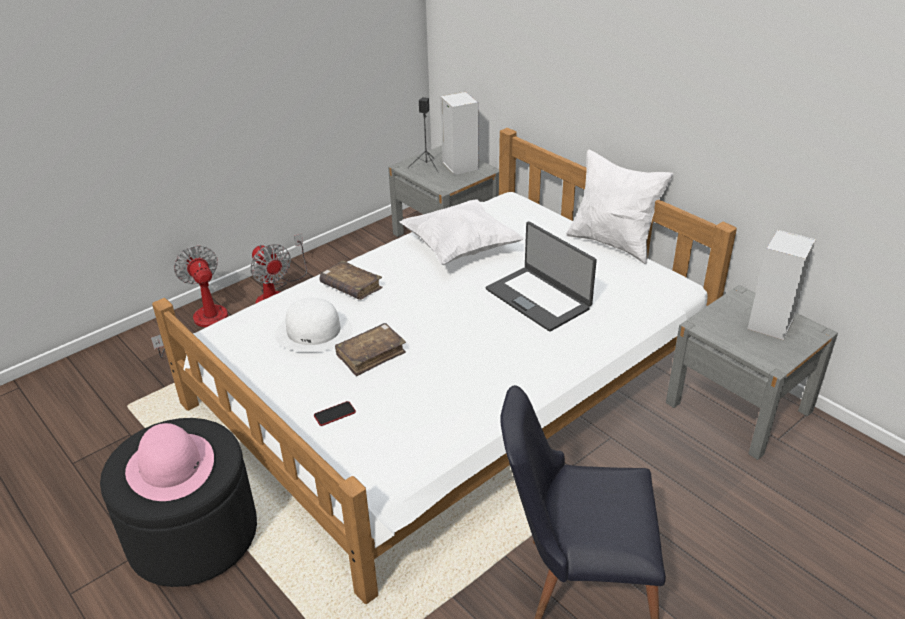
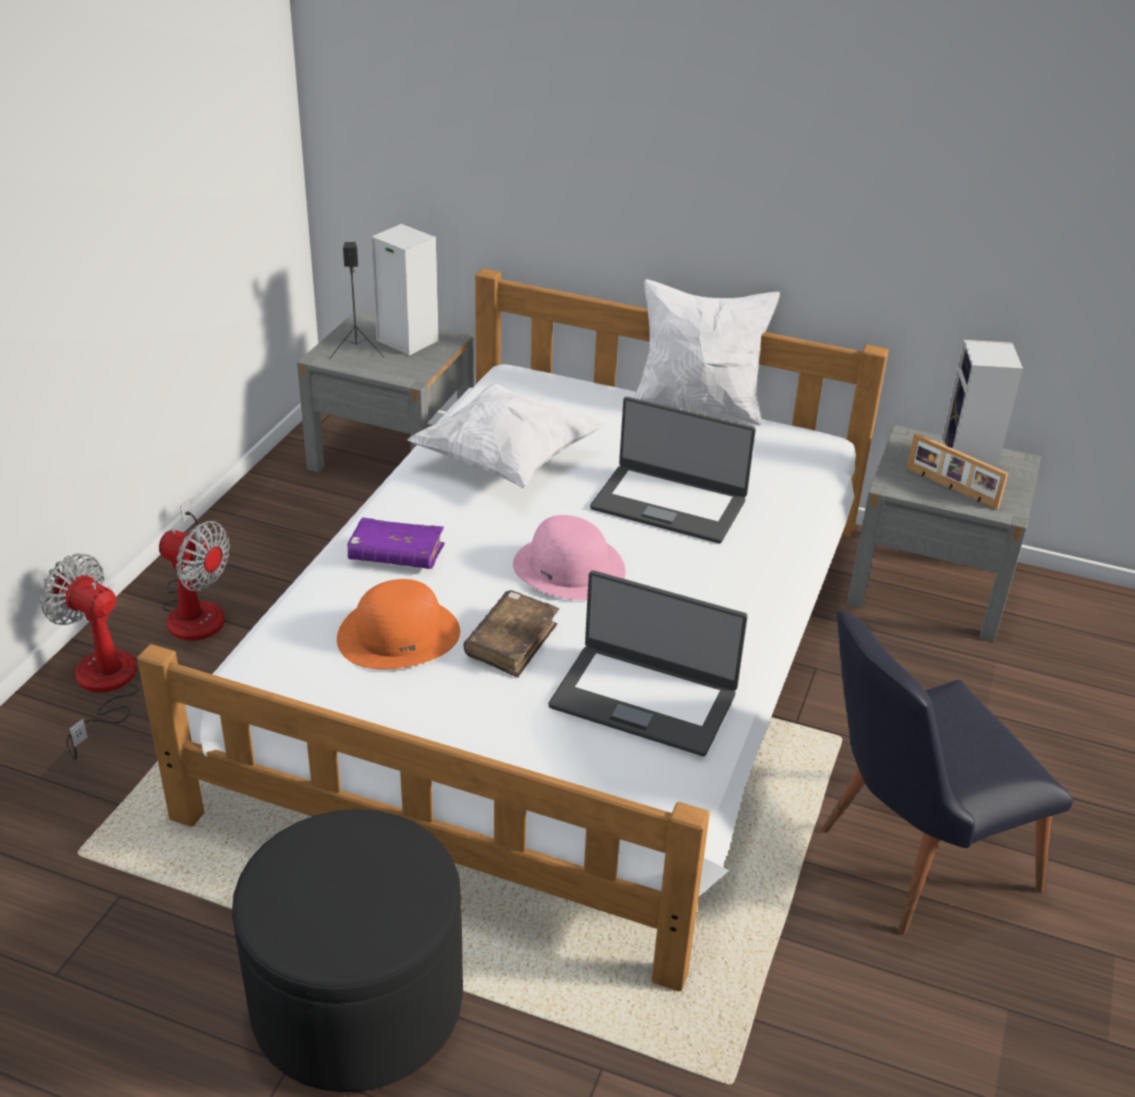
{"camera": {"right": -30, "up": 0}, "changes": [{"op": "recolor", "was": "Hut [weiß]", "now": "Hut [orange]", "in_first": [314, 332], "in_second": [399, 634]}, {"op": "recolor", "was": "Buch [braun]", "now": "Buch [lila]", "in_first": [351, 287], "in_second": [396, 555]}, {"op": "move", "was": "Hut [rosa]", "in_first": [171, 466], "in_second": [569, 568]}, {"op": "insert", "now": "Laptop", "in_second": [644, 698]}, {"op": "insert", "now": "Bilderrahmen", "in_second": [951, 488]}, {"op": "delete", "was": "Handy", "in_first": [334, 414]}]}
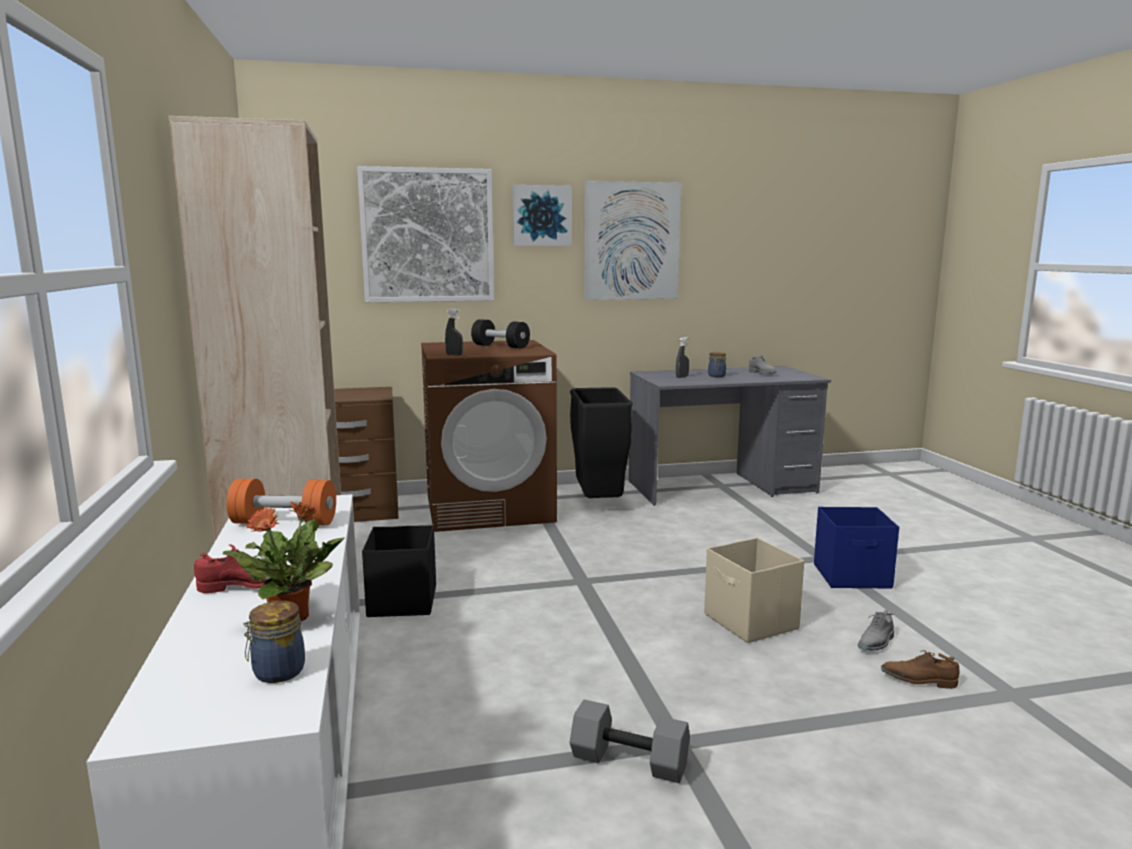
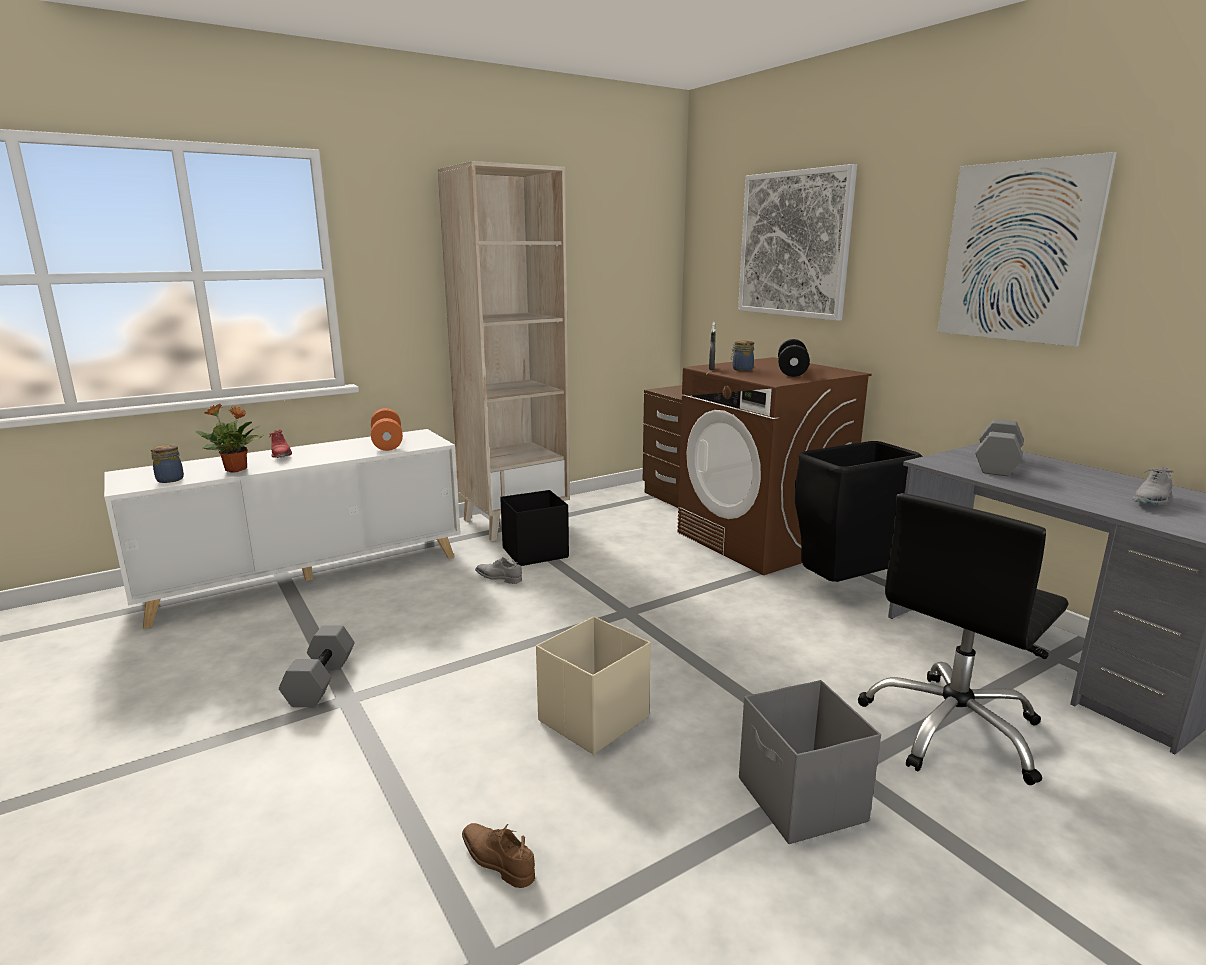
{"camera": {"right": 70, "up": 5}, "changes": [{"op": "rotate", "was": "Schuh [braun]", "in_first": [918, 681], "in_second": [497, 861], "clockwise": -45}, {"op": "move", "was": "Schuh [grau]", "in_first": [876, 643], "in_second": [498, 578]}, {"op": "move", "was": "Vorratsglas", "in_first": [716, 376], "in_second": [741, 369]}, {"op": "recolor", "was": "Aufbewahrungsbox [blau]", "now": "Aufbewahrungsbox [grau]", "in_first": [853, 576], "in_second": [801, 801]}, {"op": "insert", "now": "Bürostuhl [schwarz]", "in_second": [952, 729]}, {"op": "replace", "was": "Sprühflasche [grau]", "now": "Hantel [grau]", "in_first": [682, 377], "in_second": [998, 464]}, {"op": "delete", "was": "Bild", "in_first": [541, 215]}]}
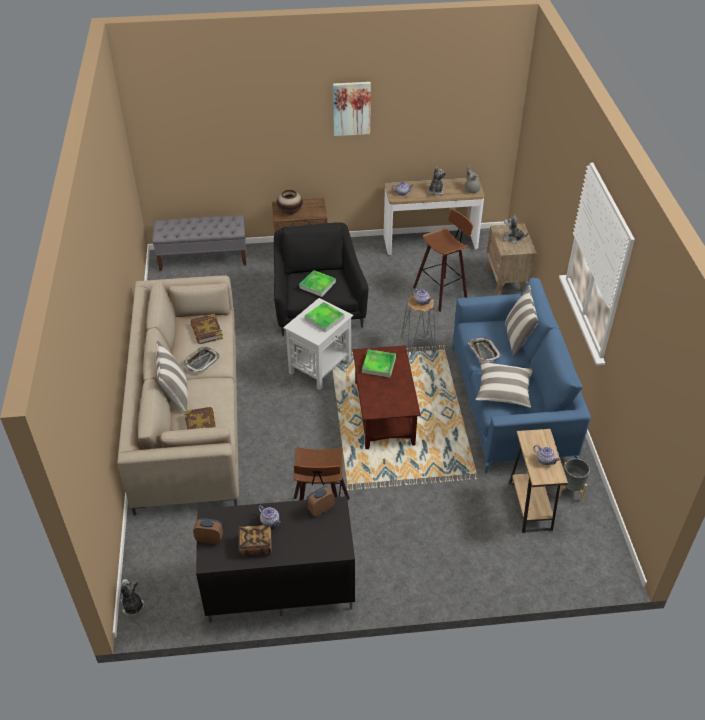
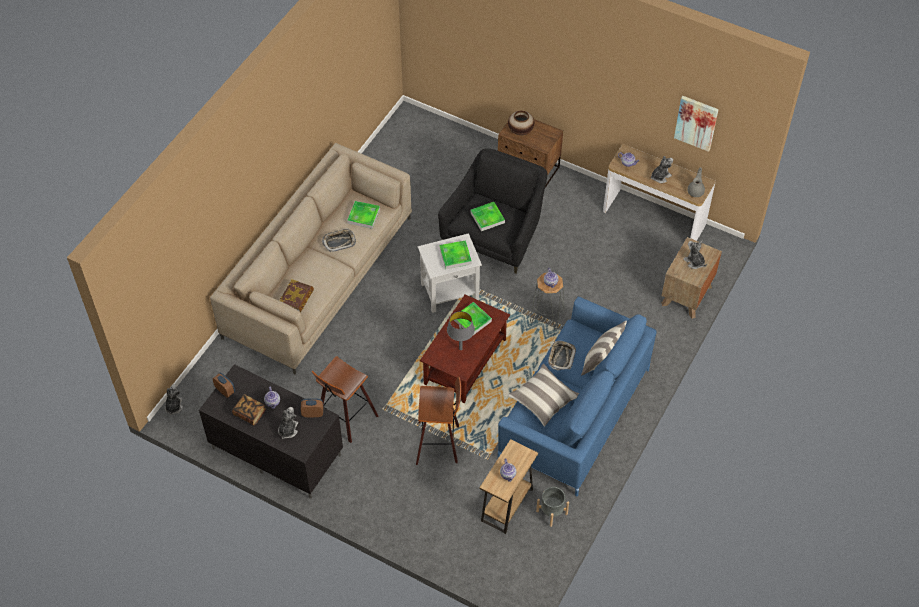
{"camera": {"right": 35, "up": 10}, "changes": [{"op": "insert", "now": "Plüschtier", "in_second": [288, 430]}, {"op": "replace", "was": "Buch", "now": "Tablett", "in_first": [206, 331], "in_second": [363, 216]}, {"op": "move", "was": "Hocker", "in_first": [442, 292], "in_second": [439, 443]}, {"op": "insert", "now": "Tischlampe [grau]", "in_second": [460, 348]}, {"op": "move", "was": "Bild", "in_first": [351, 108], "in_second": [696, 122]}, {"op": "delete", "was": "Bank [grau]", "in_first": [203, 258]}, {"op": "delete", "was": "Kissen", "in_first": [175, 395]}]}
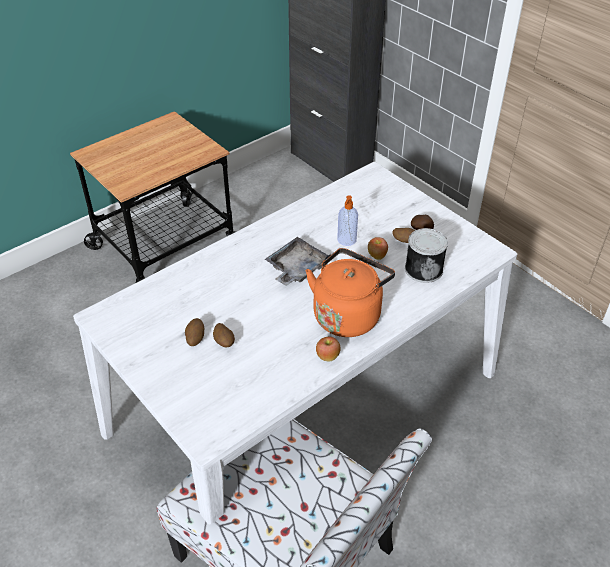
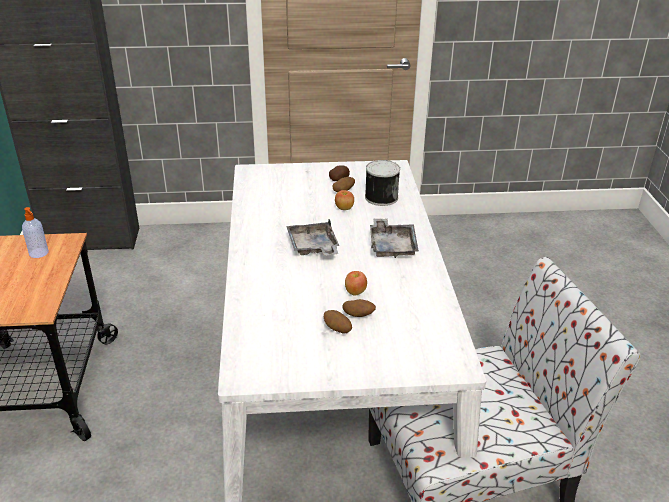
{"camera": {"right": -55, "up": -10}, "changes": [{"op": "move", "was": "Seifenspender", "in_first": [346, 240], "in_second": [39, 253]}, {"op": "move", "was": "Apfel", "in_first": [327, 357], "in_second": [355, 292]}, {"op": "replace", "was": "Wasserkessel [orange]", "now": "Tablett [grau]", "in_first": [348, 314], "in_second": [392, 246]}]}
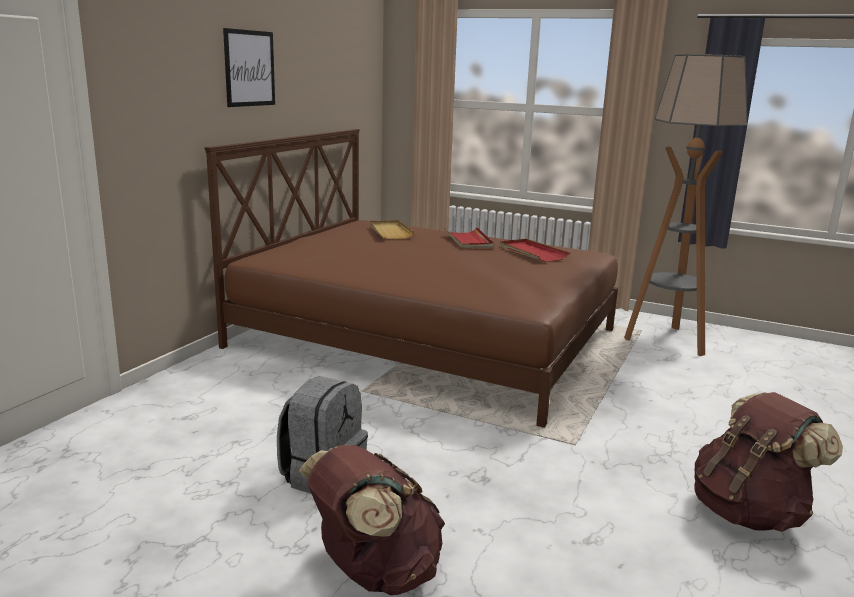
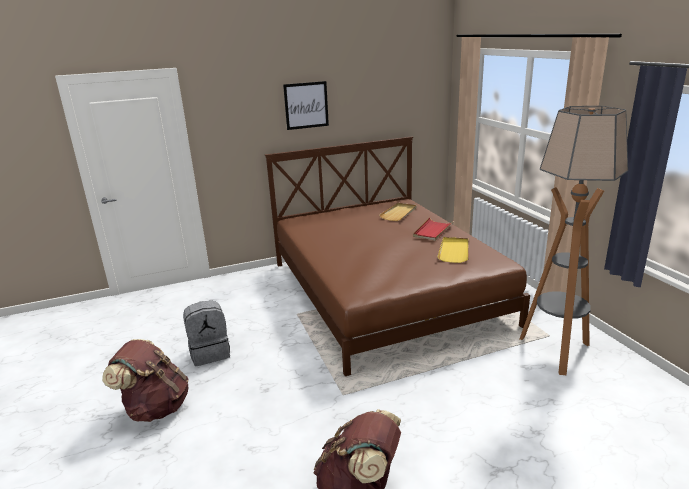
{"camera": {"right": 45, "up": 5}, "changes": [{"op": "recolor", "was": "Tablett [rot]", "now": "Tablett [gelb]", "in_first": [532, 252], "in_second": [454, 251]}]}
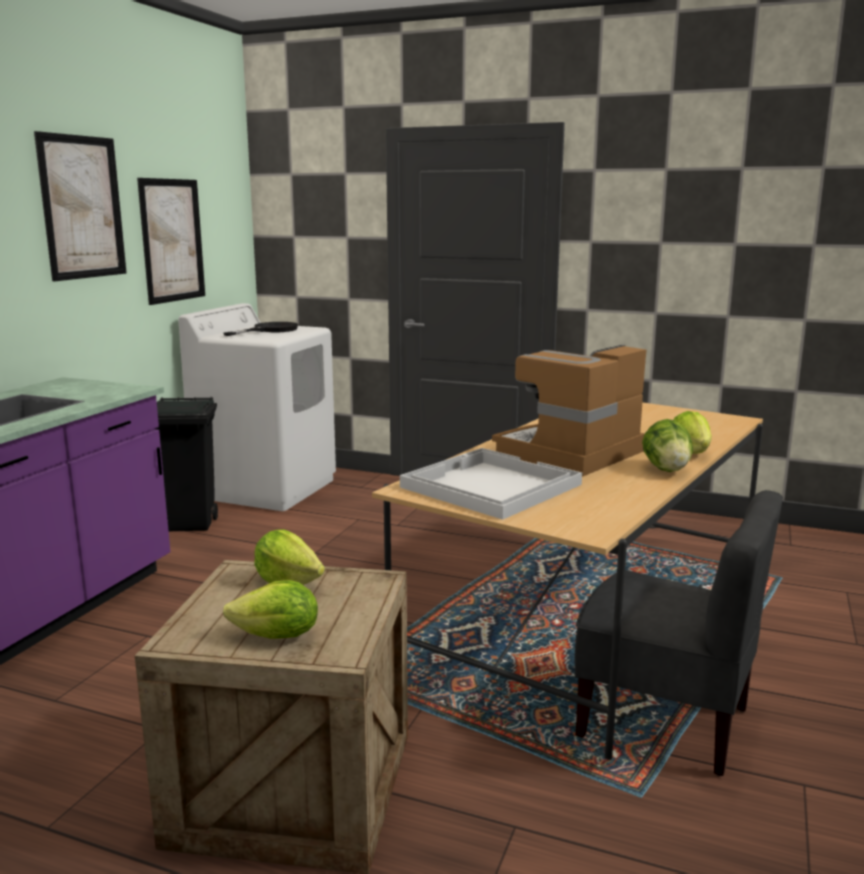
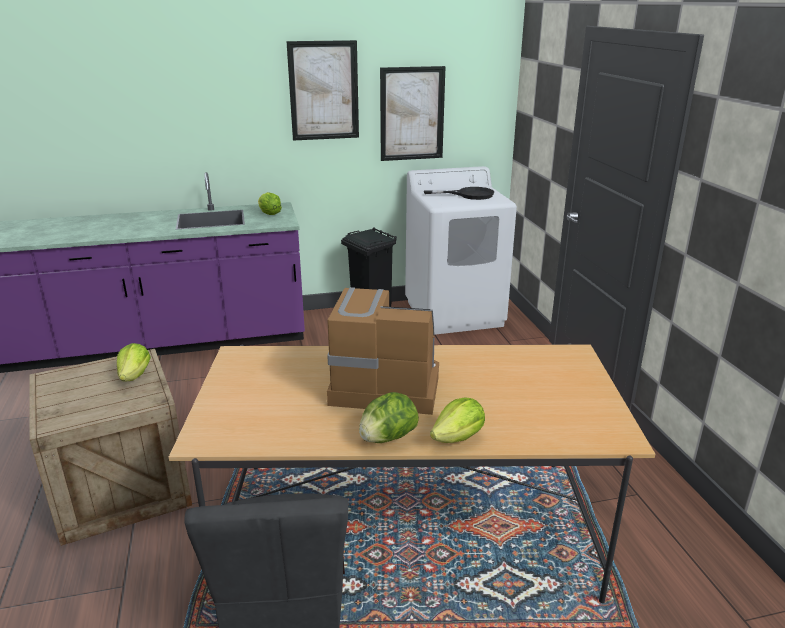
{"camera": {"right": 55, "up": 10}, "changes": [{"op": "move", "was": "Salatkopf", "in_first": [277, 637], "in_second": [269, 214]}, {"op": "delete", "was": "Tablett [weiß]", "in_first": [489, 486]}]}
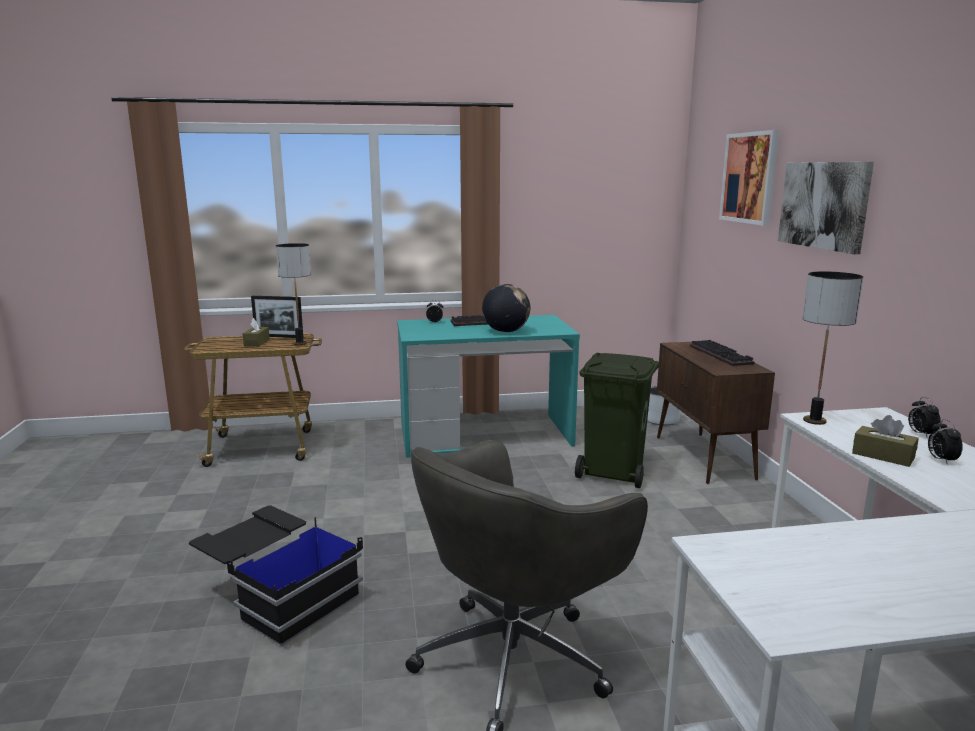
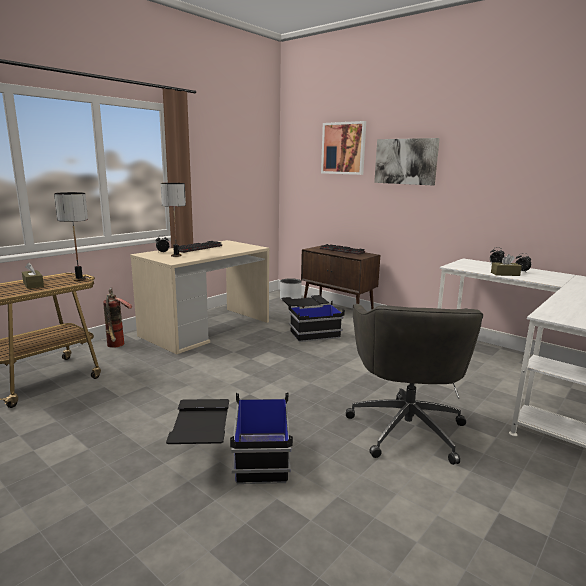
{"camera": {"right": -40, "up": 0}, "changes": [{"op": "insert", "now": "Feuerlöscher", "in_second": [117, 346]}, {"op": "recolor", "was": "Schreibtisch [türkis]", "now": "Schreibtisch [beige]", "in_first": [484, 434], "in_second": [206, 328]}, {"op": "move", "was": "Tischlampe", "in_first": [814, 421], "in_second": [176, 255]}, {"op": "replace", "was": "Mülleimer [grün]", "now": "Aufbewahrungsbox [schwarz]", "in_first": [614, 472], "in_second": [309, 329]}, {"op": "delete", "was": "Bilderrahmen", "in_first": [279, 336]}, {"op": "delete", "was": "Globus", "in_first": [506, 331]}]}
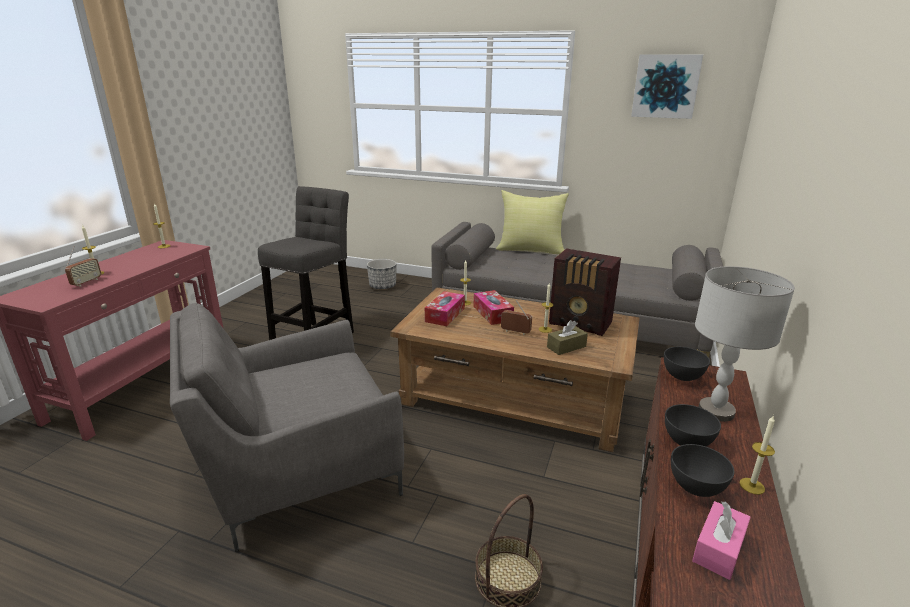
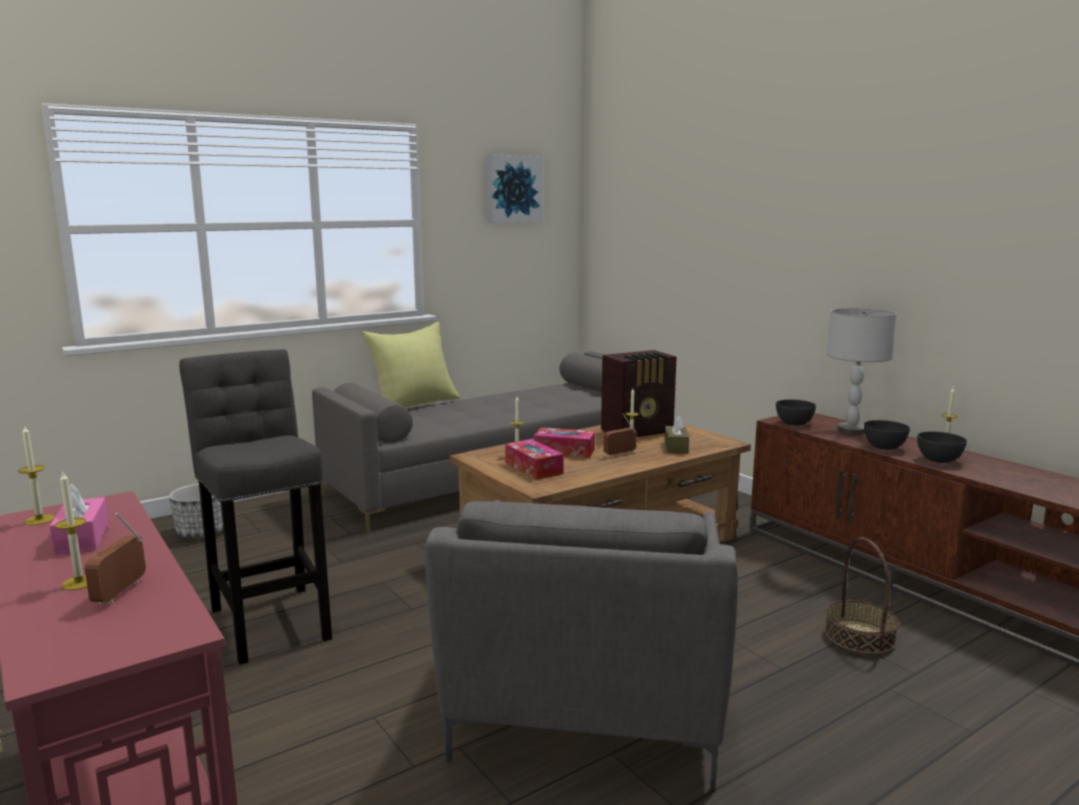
{"camera": {"right": -55, "up": -10}, "changes": [{"op": "move", "was": "Taschentuchbox [rosa]", "in_first": [718, 549], "in_second": [82, 538]}, {"op": "rotate", "was": "Radio", "in_first": [86, 282], "in_second": [121, 593], "clockwise": -135}]}
